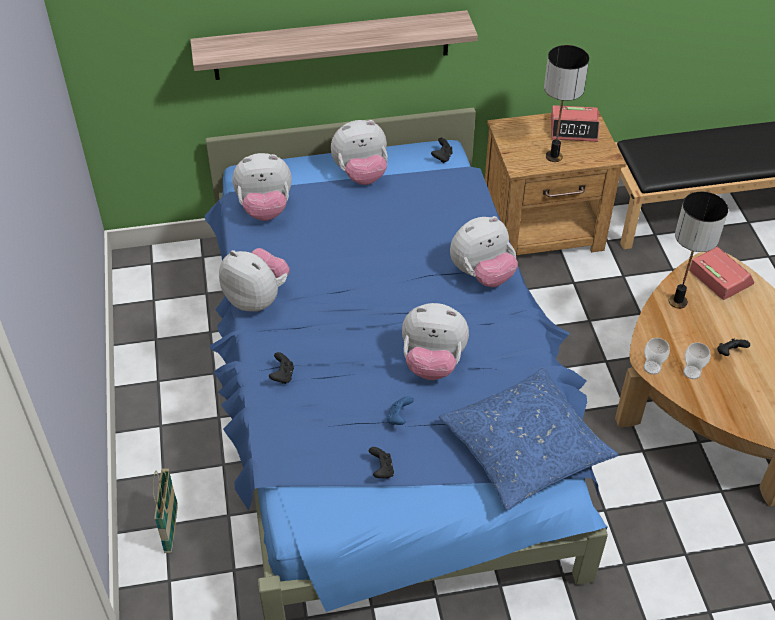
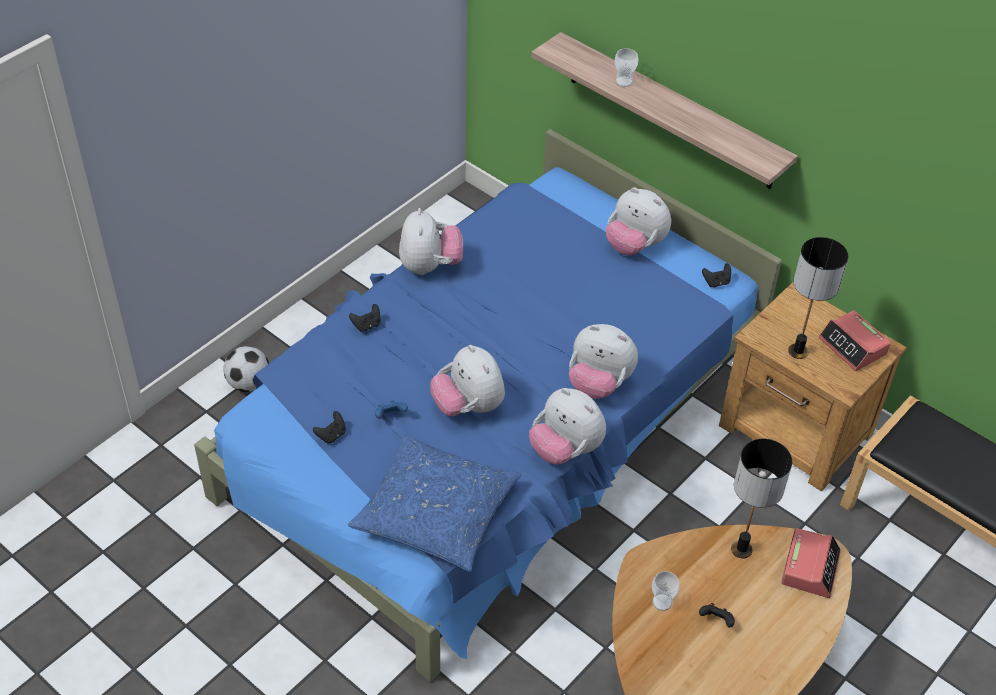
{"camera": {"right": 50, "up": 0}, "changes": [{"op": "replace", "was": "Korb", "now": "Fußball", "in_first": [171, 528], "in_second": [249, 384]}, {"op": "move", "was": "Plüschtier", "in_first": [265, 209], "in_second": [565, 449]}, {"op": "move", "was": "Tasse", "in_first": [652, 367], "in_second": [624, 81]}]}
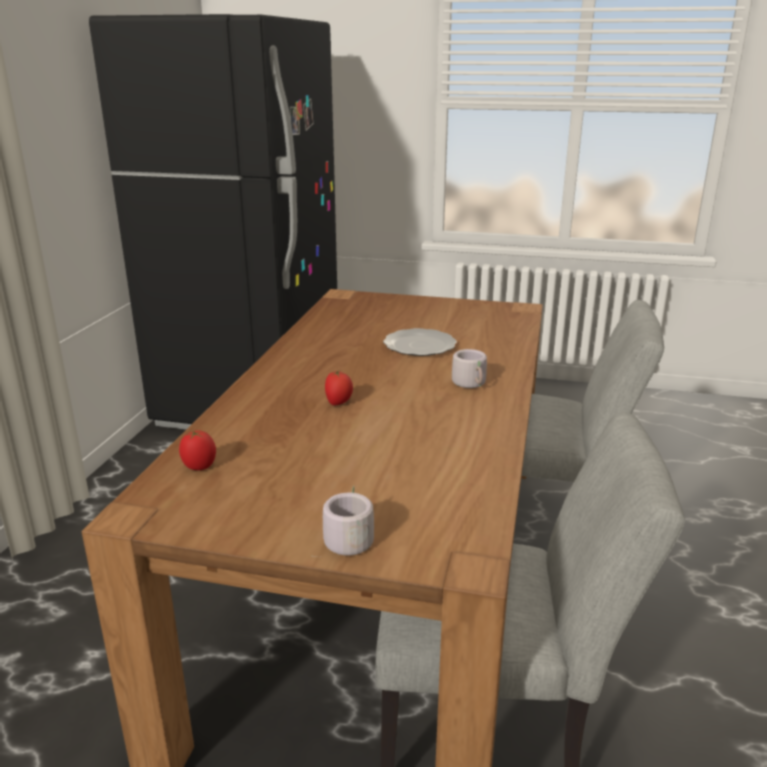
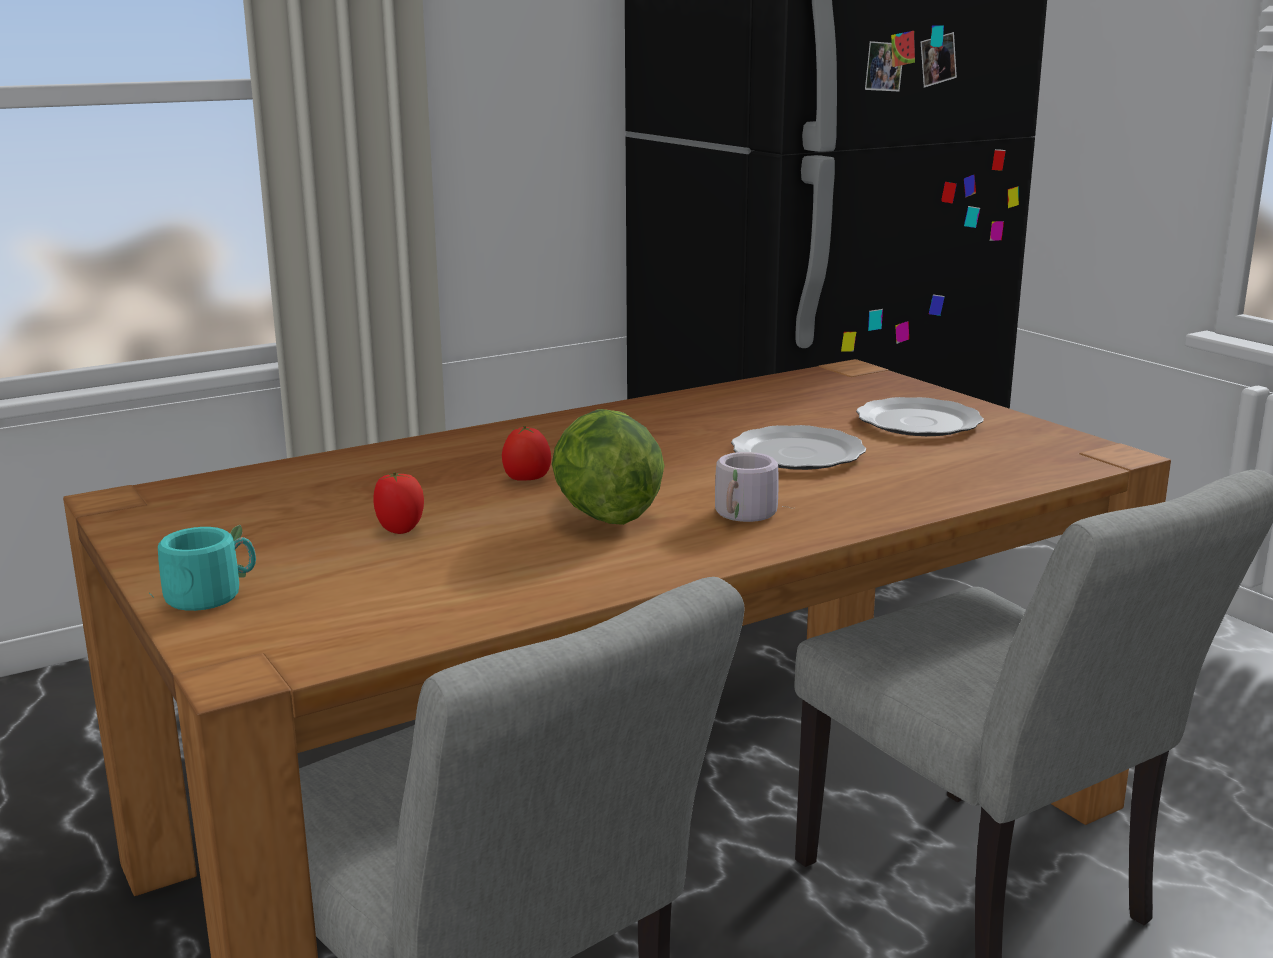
{"camera": {"right": 45, "up": -5}, "changes": [{"op": "recolor", "was": "Henkelbecher [grau]", "now": "Henkelbecher [türkis]", "in_first": [347, 538], "in_second": [210, 595]}, {"op": "move", "was": "Tomate", "in_first": [199, 466], "in_second": [400, 529]}, {"op": "insert", "now": "Salatkopf", "in_second": [604, 515]}, {"op": "insert", "now": "Teller", "in_second": [919, 422]}]}
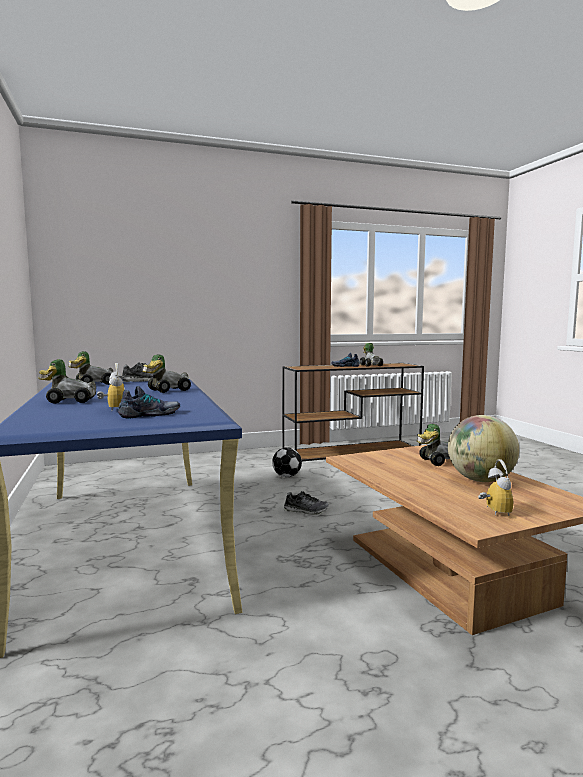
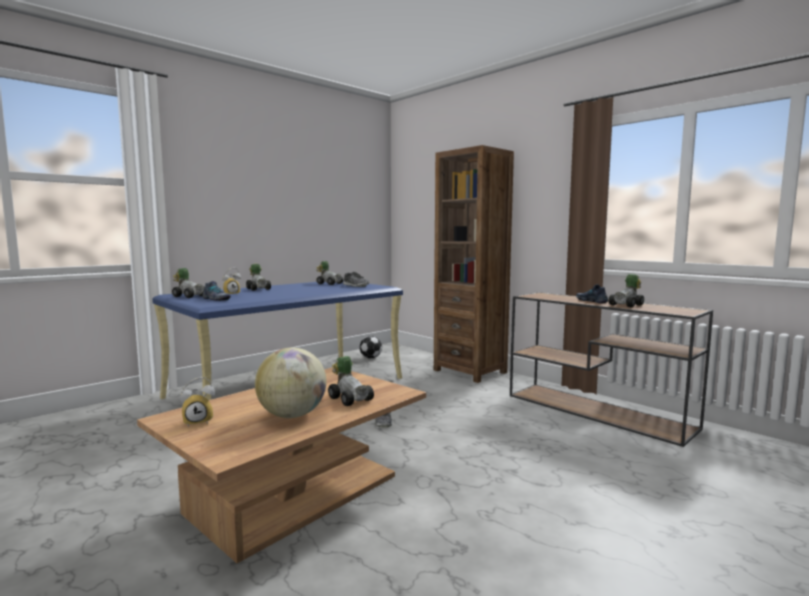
{"camera": {"right": 65, "up": 0}, "changes": [{"op": "move", "was": "Spielzeugauto", "in_first": [166, 390], "in_second": [189, 296]}, {"op": "move", "was": "Fußball", "in_first": [286, 476], "in_second": [370, 357]}, {"op": "insert", "now": "Bücherregal [braun]", "in_second": [470, 371]}]}
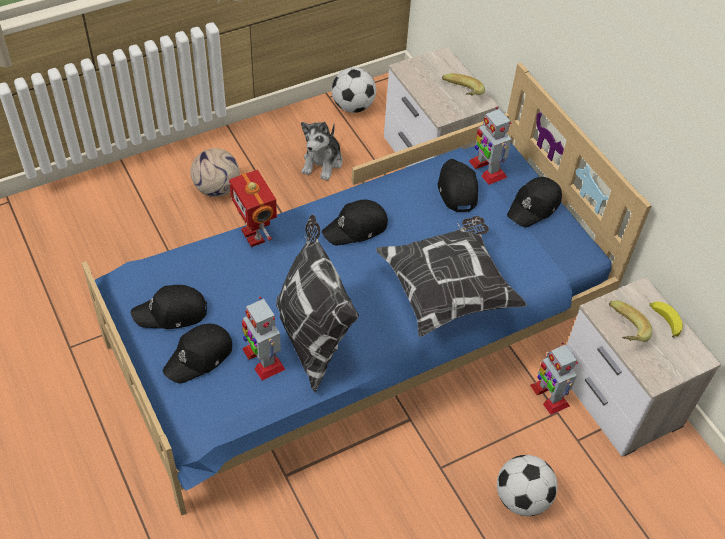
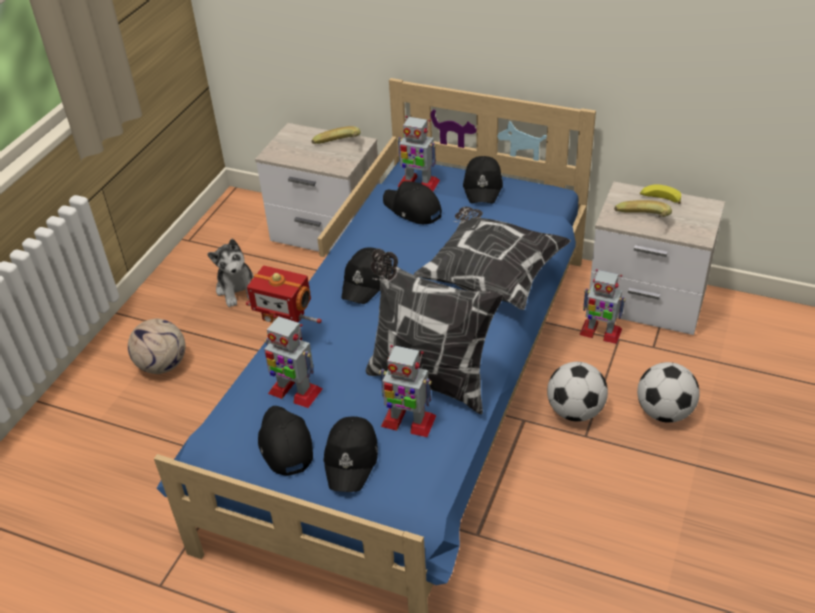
{"camera": {"right": -35, "up": -10}, "changes": [{"op": "rotate", "was": "Kappe [schwarz]", "in_first": [171, 313], "in_second": [284, 444], "clockwise": 120}, {"op": "insert", "now": "Spielzeugroboter", "in_second": [294, 391]}, {"op": "move", "was": "Fußball", "in_first": [353, 106], "in_second": [575, 411]}]}
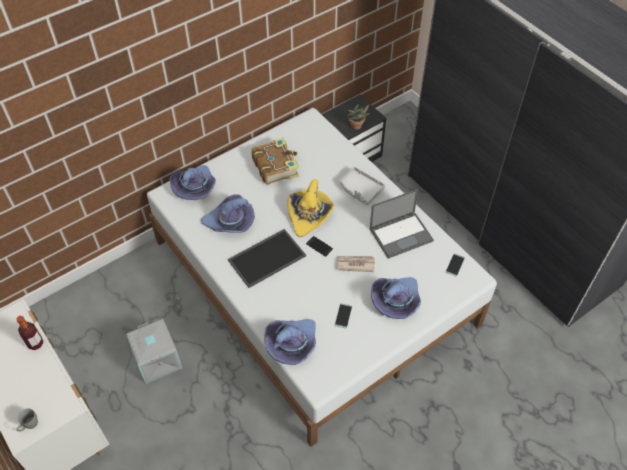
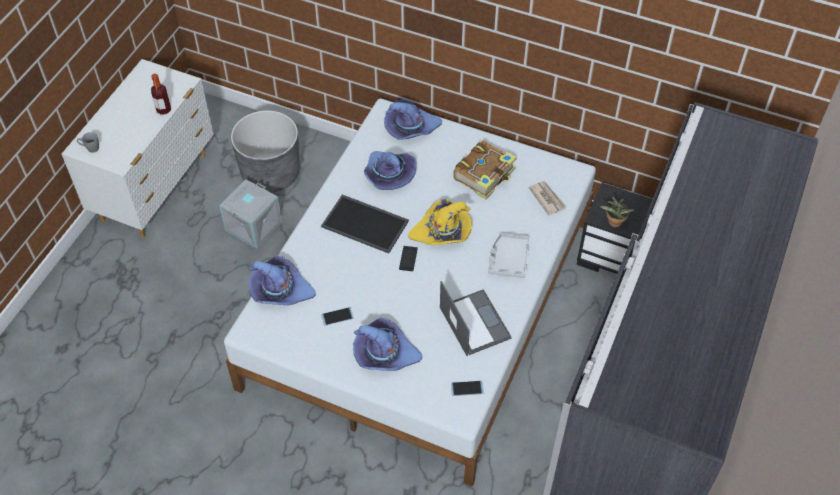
{"camera": {"right": 60, "up": 0}, "changes": [{"op": "insert", "now": "Pflanzkübel [grau]", "in_second": [271, 173]}, {"op": "rotate", "was": "Laptop", "in_first": [401, 234], "in_second": [474, 322], "clockwise": -150}, {"op": "move", "was": "Zeitung", "in_first": [355, 264], "in_second": [547, 198]}]}
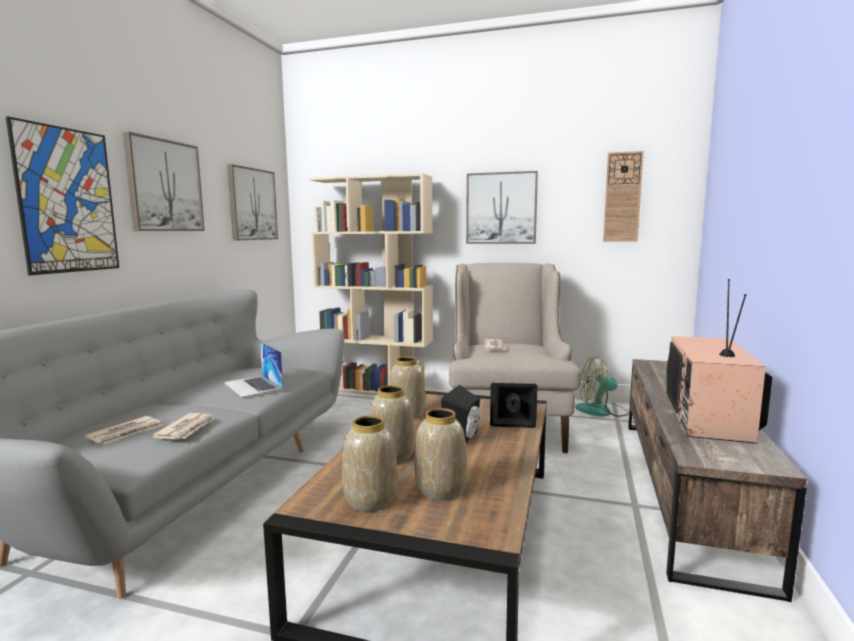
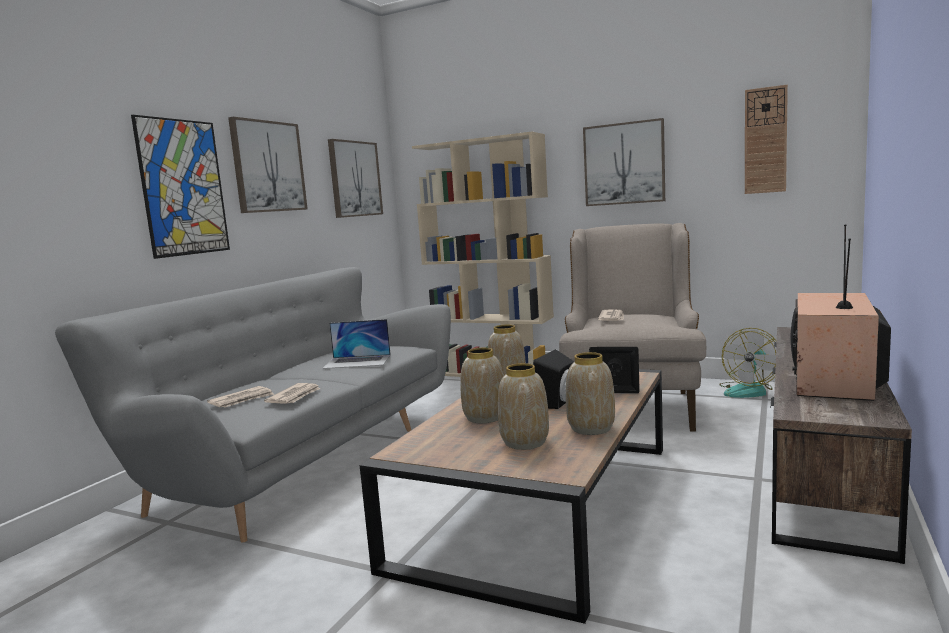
{"camera": {"right": 10, "up": 0}, "changes": [{"op": "rotate", "was": "Laptop", "in_first": [253, 386], "in_second": [357, 361], "clockwise": -60}, {"op": "move", "was": "Vase", "in_first": [370, 501], "in_second": [591, 428]}, {"op": "rotate", "was": "Ventilator", "in_first": [601, 411], "in_second": [749, 390], "clockwise": -60}]}
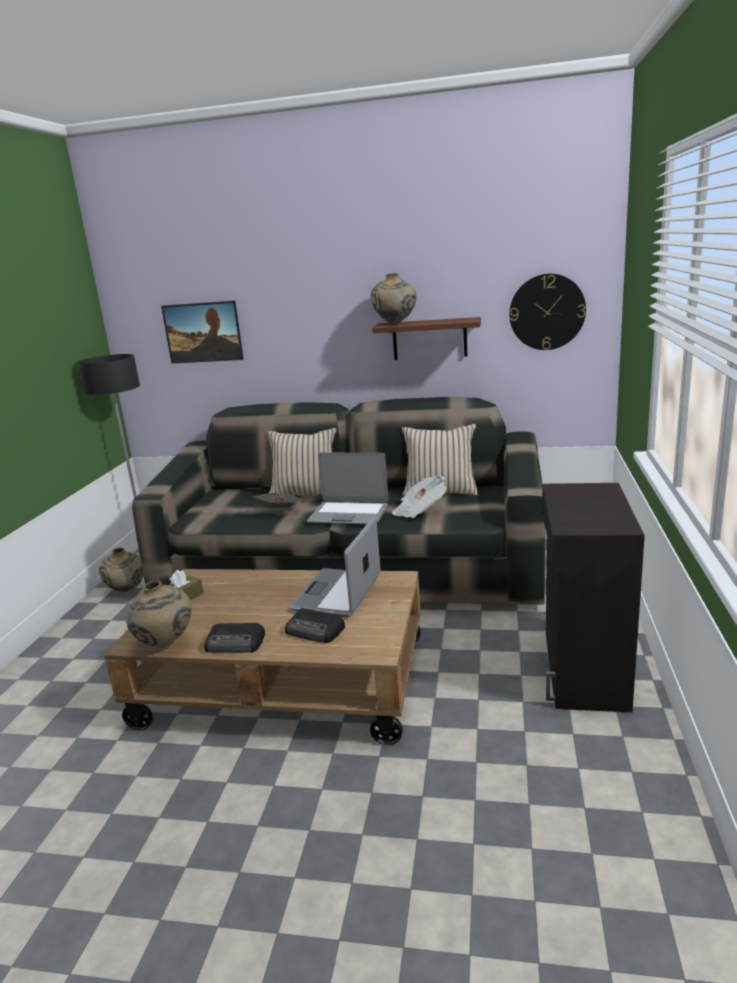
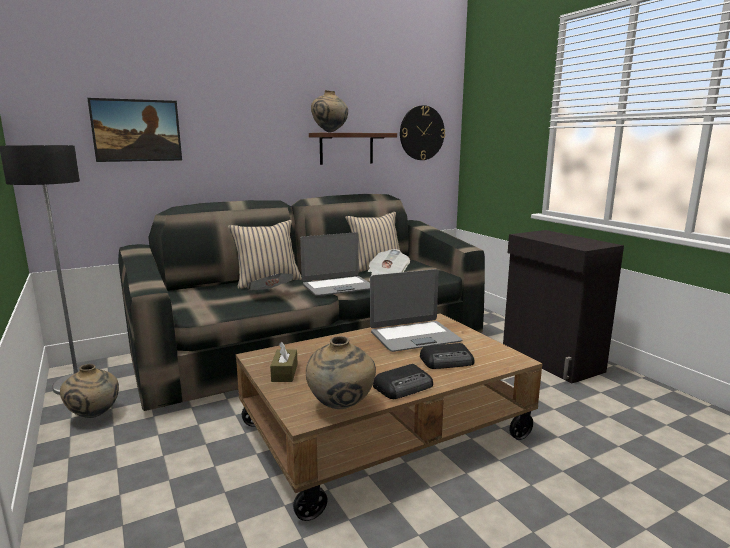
{"camera": {"right": -40, "up": -5}, "changes": [{"op": "rotate", "was": "Laptop", "in_first": [338, 593], "in_second": [414, 337], "clockwise": -90}]}
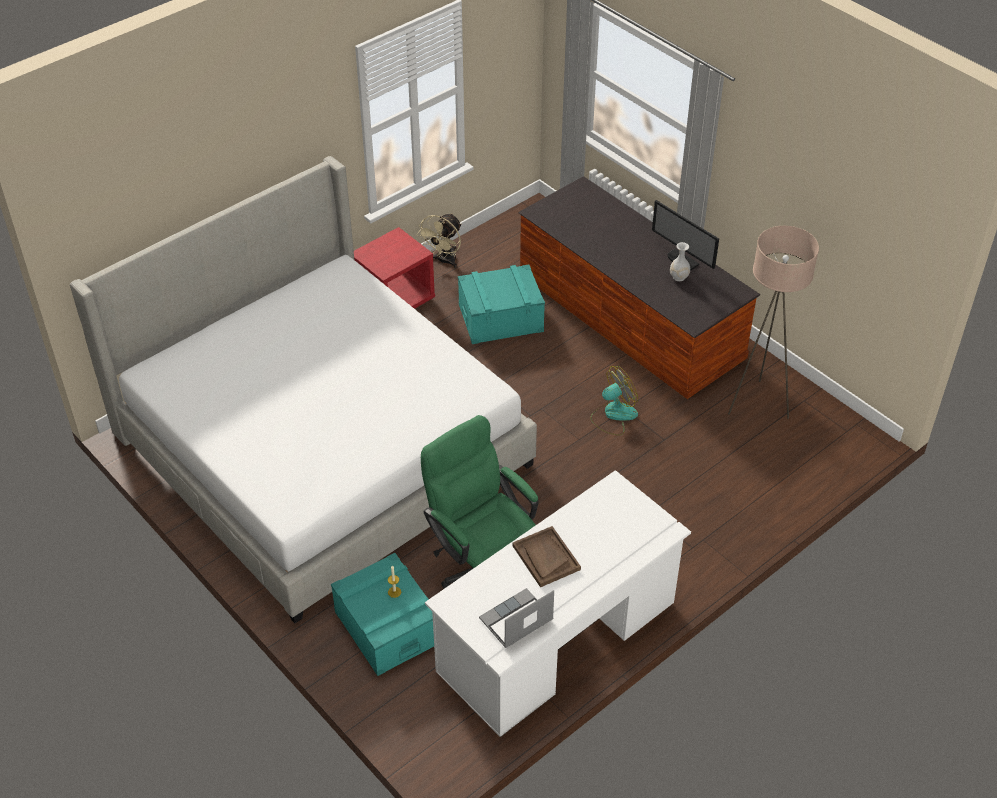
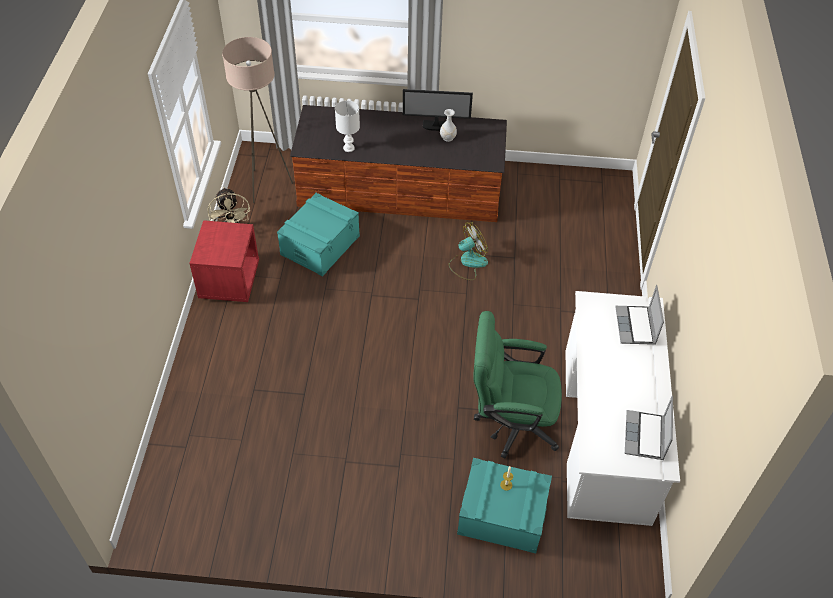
{"camera": {"right": -45, "up": 5}, "changes": [{"op": "move", "was": "Stehlampe [beige]", "in_first": [758, 404], "in_second": [266, 185]}, {"op": "insert", "now": "Tischlampe [weiß]", "in_second": [349, 148]}, {"op": "rotate", "was": "Ventilator", "in_first": [613, 415], "in_second": [467, 263], "clockwise": 45}, {"op": "insert", "now": "Laptop", "in_second": [636, 326]}, {"op": "delete", "was": "Bett", "in_first": [322, 449]}, {"op": "delete", "was": "Tablett [braun]", "in_first": [546, 557]}]}
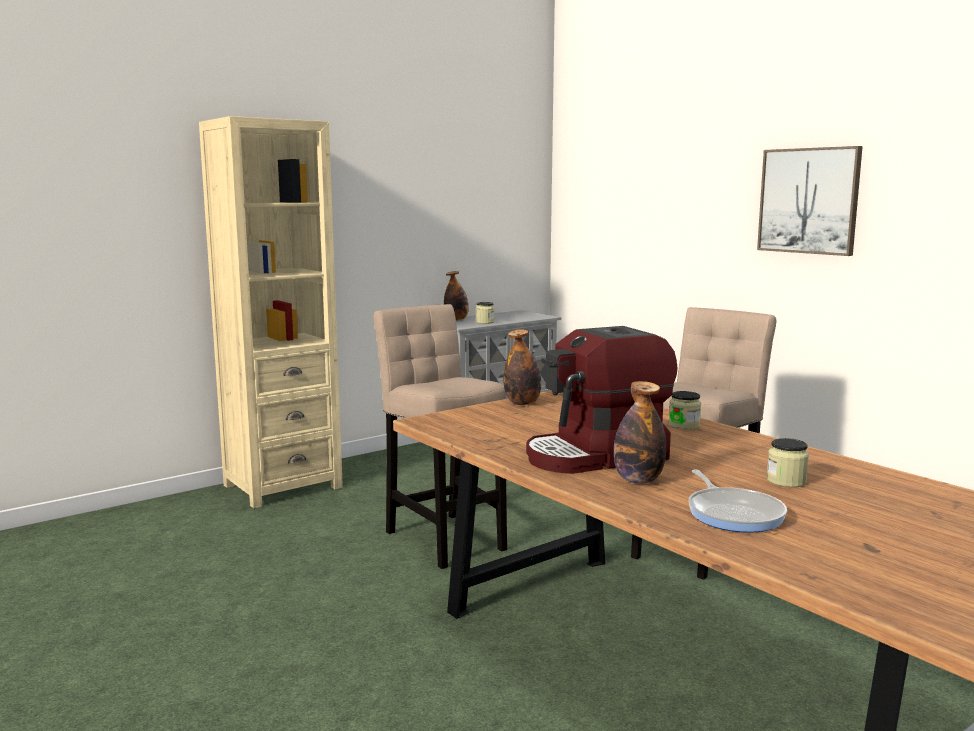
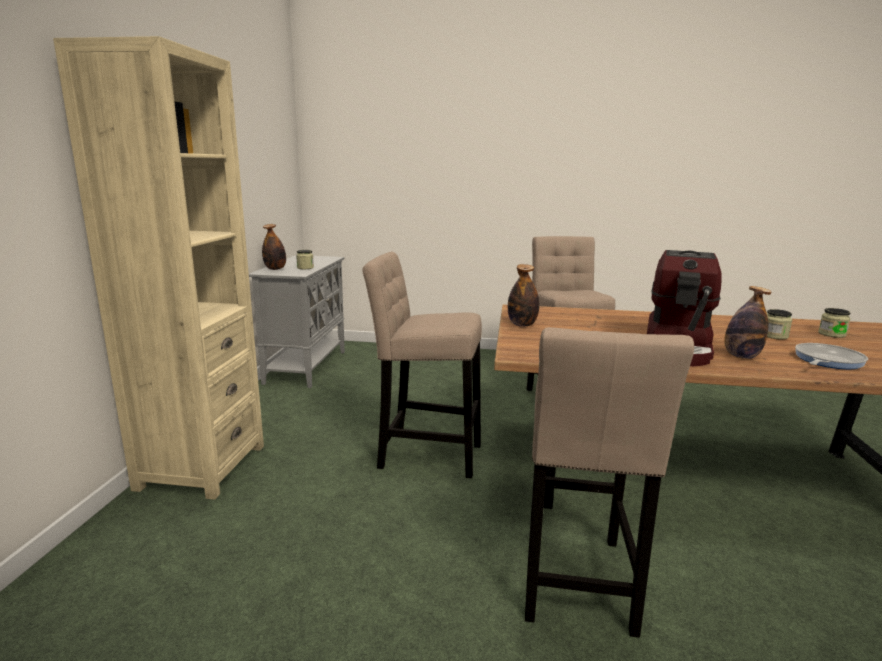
{"camera": {"right": -45, "up": 5}, "changes": [{"op": "insert", "now": "Hocker [beige]", "in_second": [576, 585]}, {"op": "rotate", "was": "Pfanne", "in_first": [733, 513], "in_second": [826, 361], "clockwise": -75}, {"op": "move", "was": "Vorratsglas", "in_first": [684, 425], "in_second": [831, 334]}, {"op": "delete", "was": "Bild", "in_first": [808, 201]}]}
